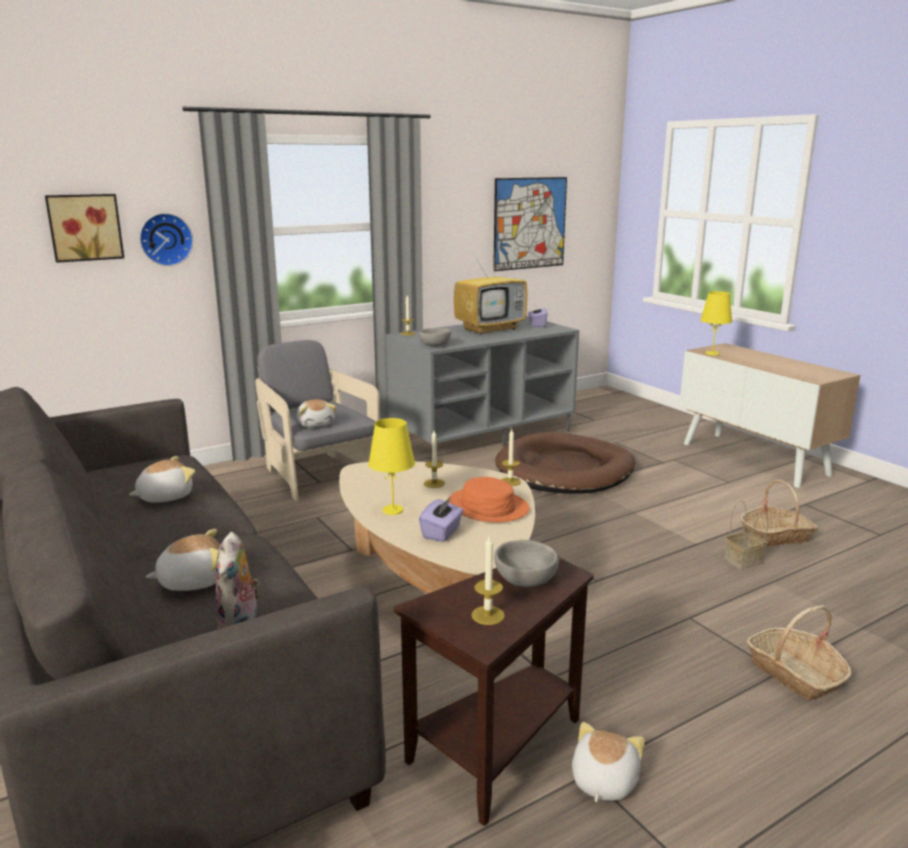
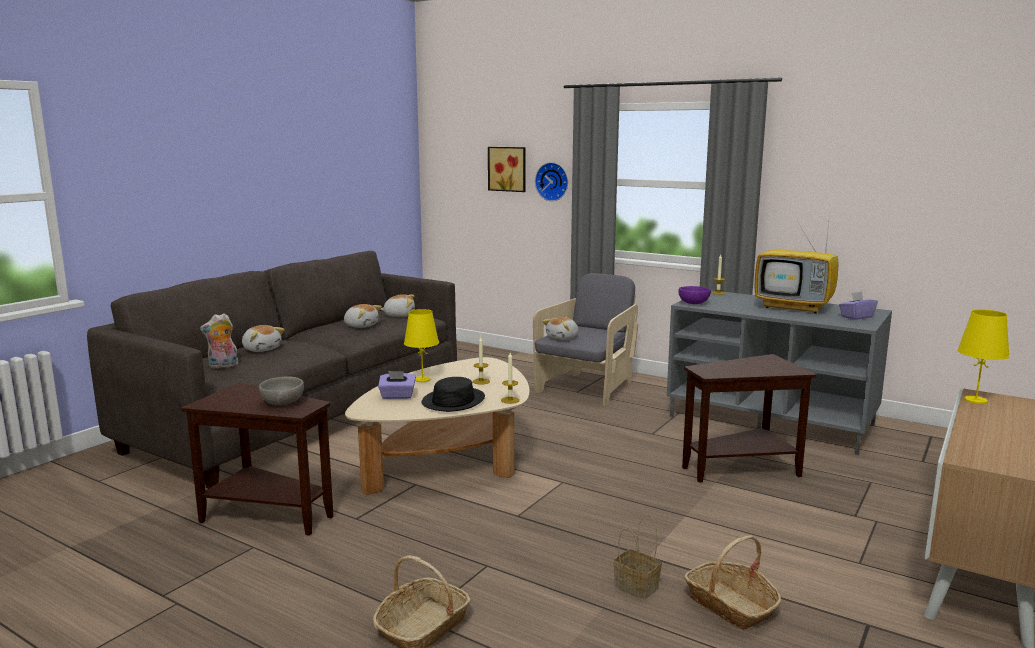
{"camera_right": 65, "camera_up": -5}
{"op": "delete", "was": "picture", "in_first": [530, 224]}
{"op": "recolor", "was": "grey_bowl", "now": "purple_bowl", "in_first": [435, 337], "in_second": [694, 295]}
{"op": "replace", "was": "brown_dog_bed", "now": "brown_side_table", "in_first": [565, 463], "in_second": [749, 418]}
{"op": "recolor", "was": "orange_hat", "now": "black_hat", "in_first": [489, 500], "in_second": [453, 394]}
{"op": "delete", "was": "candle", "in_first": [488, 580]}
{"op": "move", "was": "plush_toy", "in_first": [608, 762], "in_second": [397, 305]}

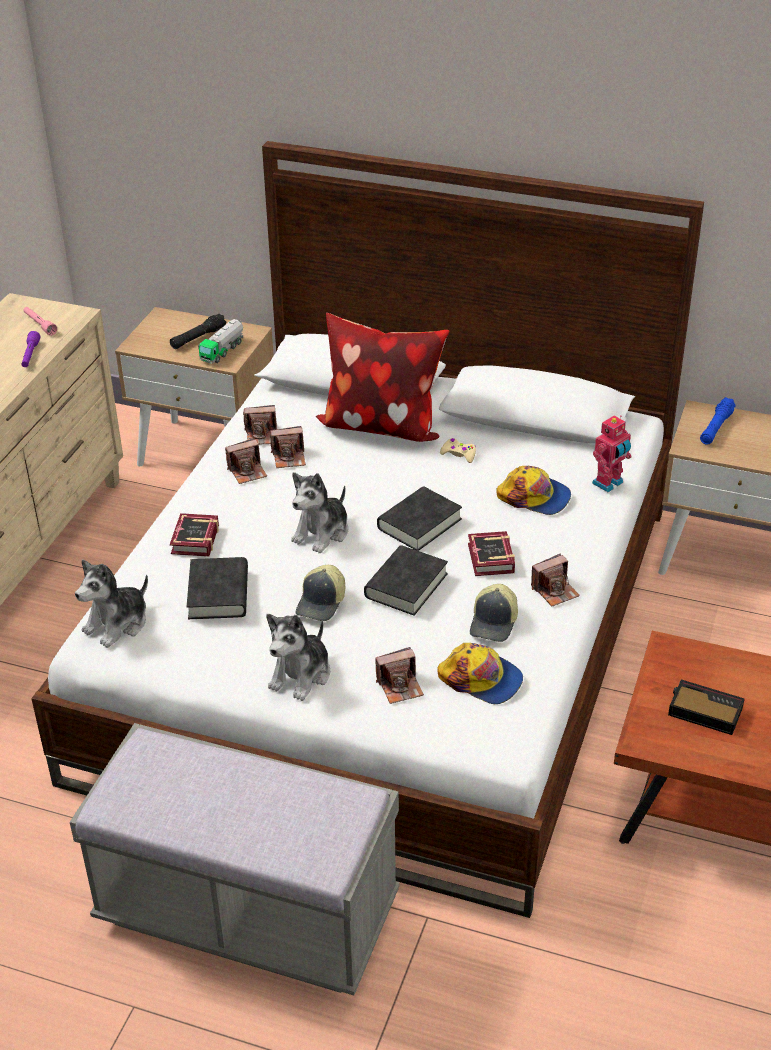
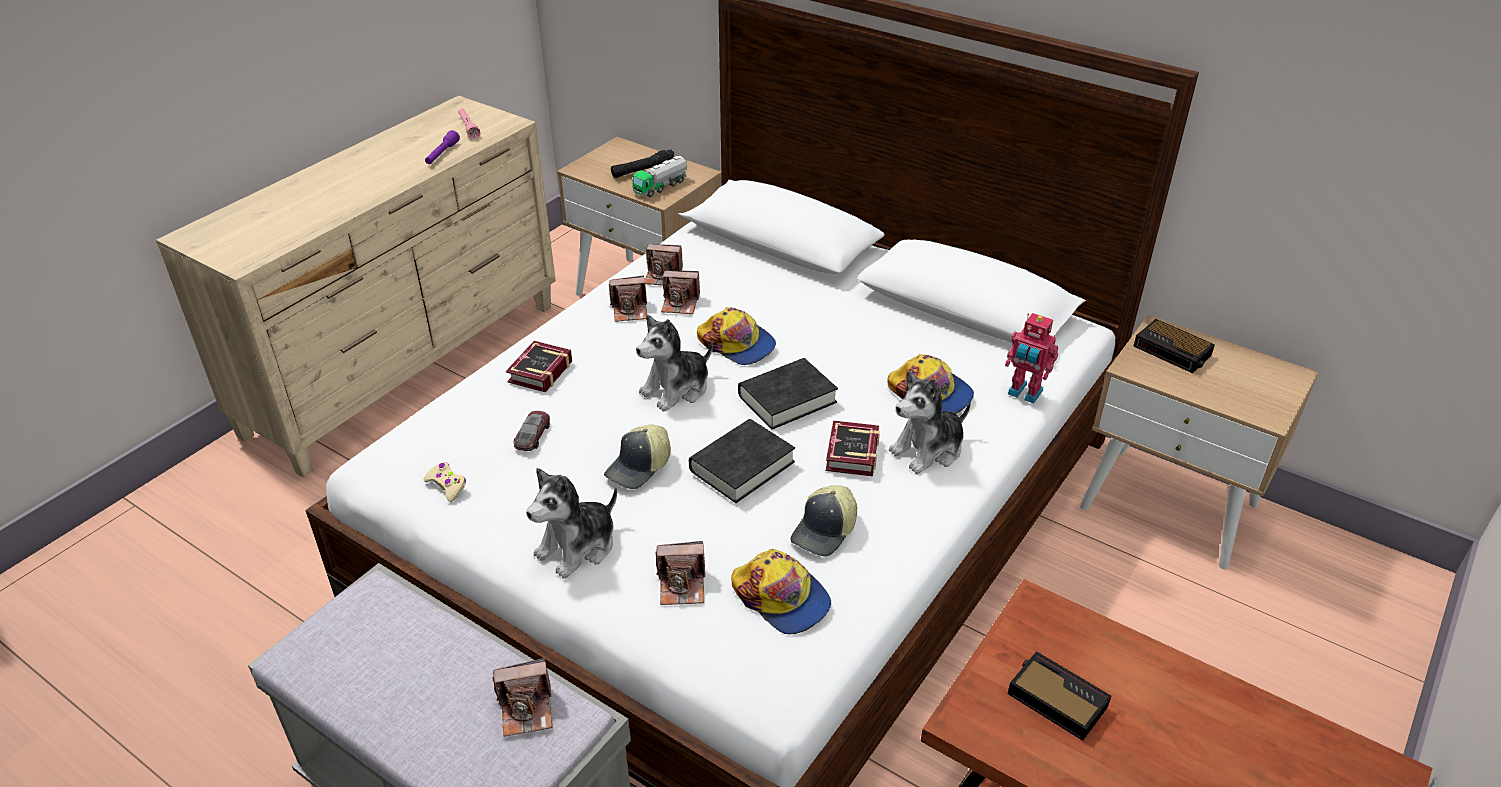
{"camera_right": 15, "camera_up": 0}
{"op": "delete", "was": "pillow", "in_first": [382, 377]}
{"op": "replace", "was": "blue_flashlight", "now": "alarm_clock", "in_first": [718, 421], "in_second": [1174, 346]}
{"op": "rotate", "was": "toy_robot", "in_first": [612, 453], "in_second": [1031, 358], "clockwise": 60}
{"op": "move", "was": "beige_game_controller", "in_first": [458, 450], "in_second": [444, 482]}
{"op": "move", "was": "photo_camera", "in_first": [555, 579], "in_second": [522, 697]}
{"op": "replace", "was": "black_book", "now": "toy_car", "in_first": [217, 588], "in_second": [532, 431]}
{"op": "move", "was": "plush_toy", "in_first": [111, 604], "in_second": [930, 422]}
{"op": "insert", "now": "cap", "in_second": [736, 336]}

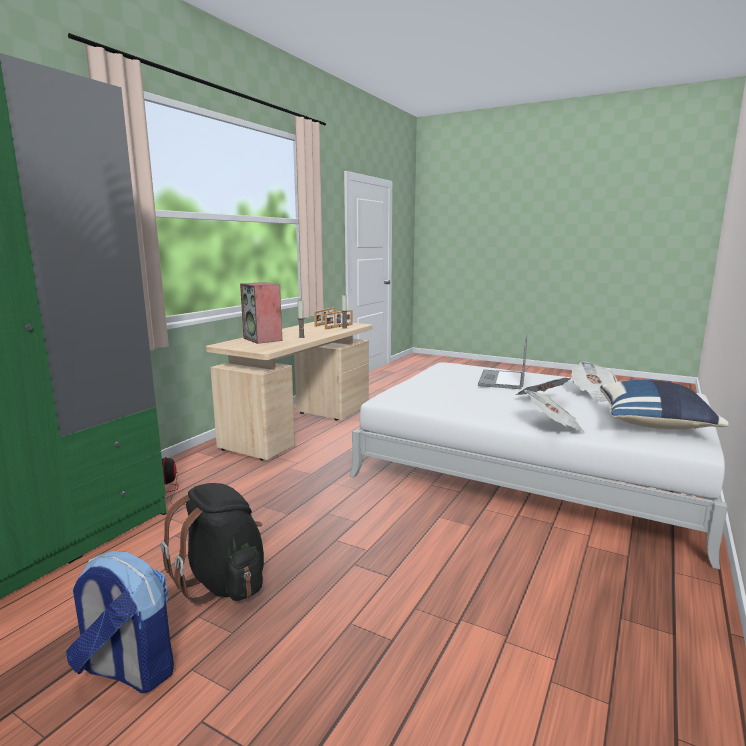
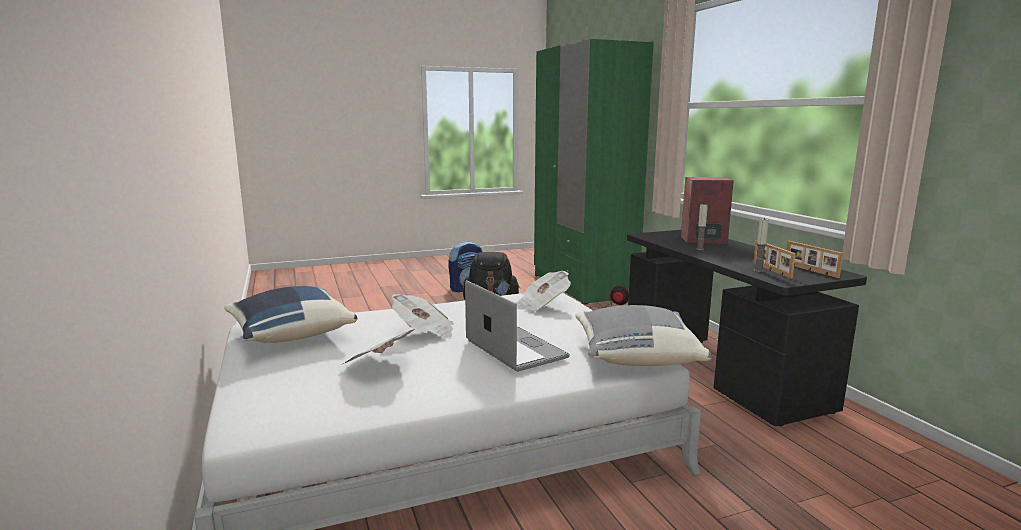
{"camera_right": 130, "camera_up": 0}
{"op": "recolor", "was": "beige_desk", "now": "black_desk", "in_first": [289, 391], "in_second": [747, 328]}
{"op": "move", "was": "newspaper", "in_first": [555, 411], "in_second": [543, 291]}
{"op": "insert", "now": "grey_pillow", "in_second": [643, 335]}

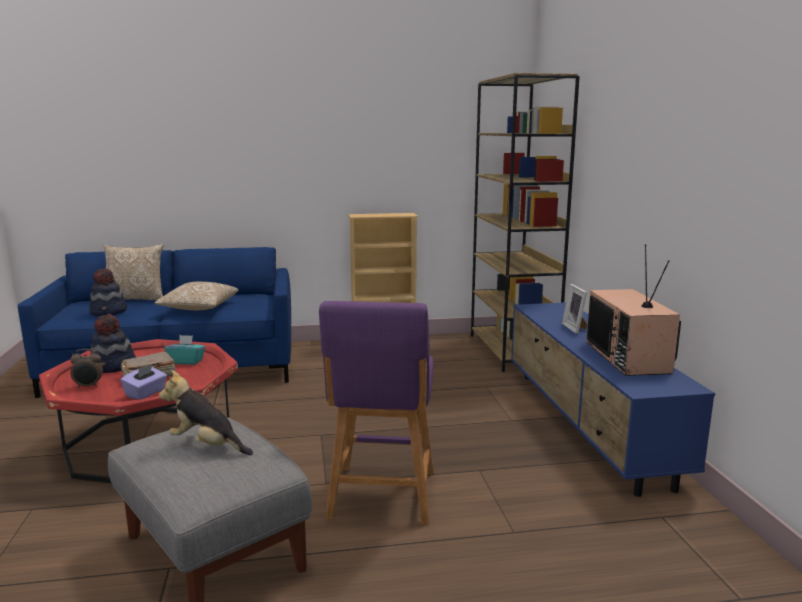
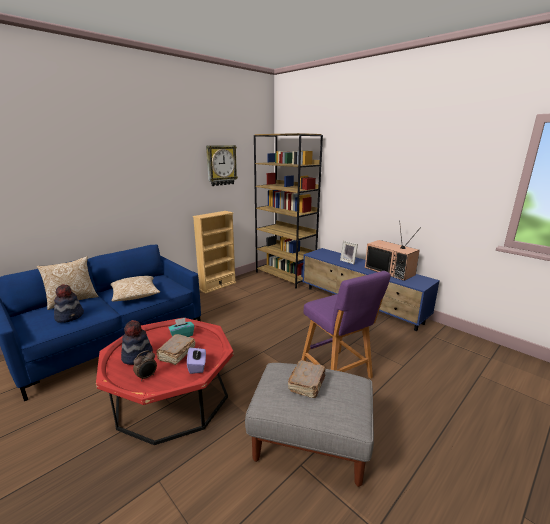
{"camera_right": -35, "camera_up": 5}
{"op": "replace", "was": "plush_toy", "now": "brown_book", "in_first": [206, 412], "in_second": [306, 379]}
{"op": "insert", "now": "wall_clock", "in_second": [222, 165]}

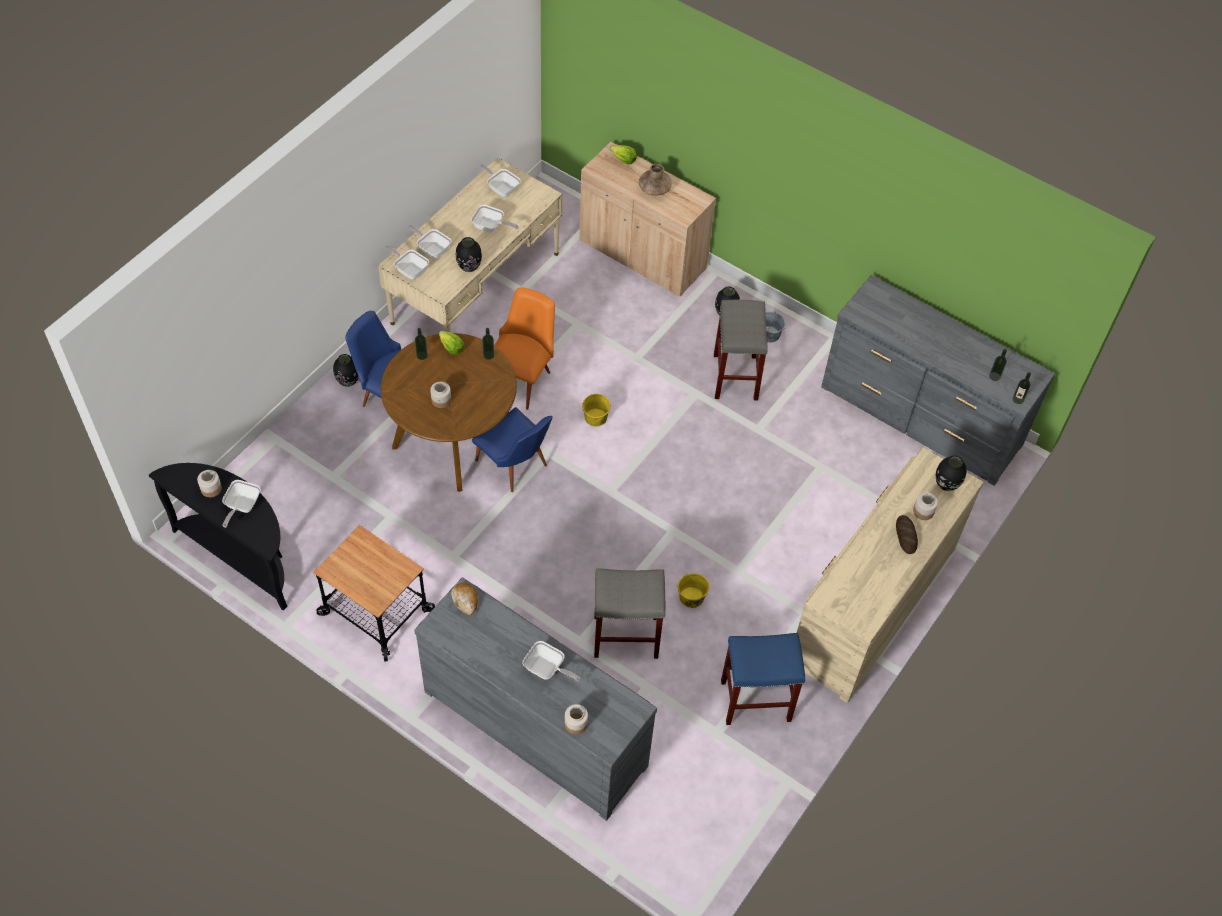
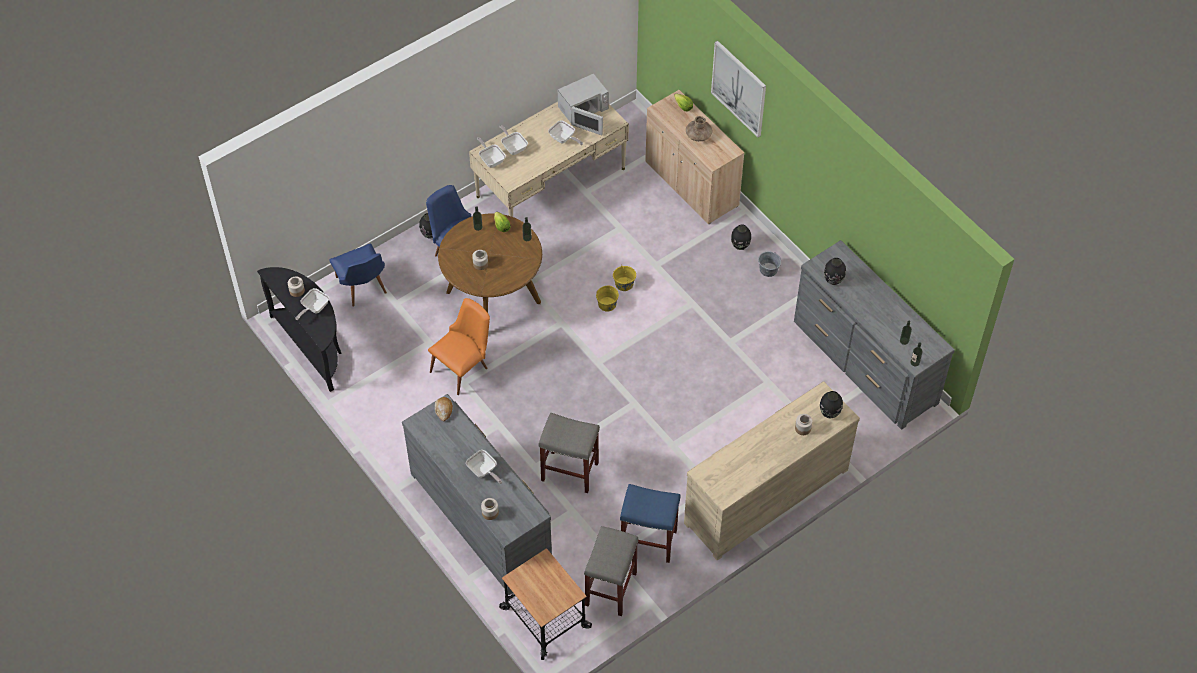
{"camera_right": 20, "camera_up": 0}
{"op": "replace", "was": "frying_pan", "now": "white_microwave", "in_first": [500, 180], "in_second": [583, 104]}
{"op": "move", "was": "black_vase", "in_first": [469, 254], "in_second": [835, 271]}
{"op": "move", "was": "orange_chair", "in_first": [524, 348], "in_second": [459, 346]}
{"op": "move", "was": "grey_stool", "in_first": [741, 350], "in_second": [611, 571]}
{"op": "move", "was": "blue_chair", "in_first": [512, 449], "in_second": [358, 275]}
{"op": "delete", "was": "bread", "in_first": [907, 534]}
{"op": "move", "was": "cart", "in_first": [374, 593], "in_second": [545, 604]}
{"op": "move", "was": "yellow_bucket", "in_first": [693, 590], "in_second": [624, 278]}
{"op": "insert", "now": "picture", "in_second": [738, 89]}

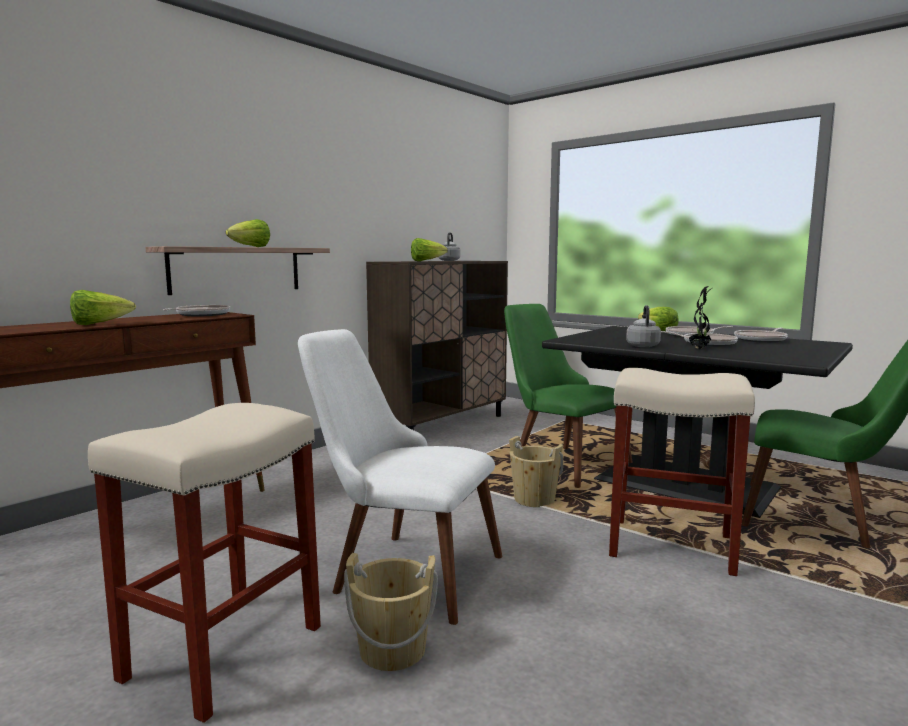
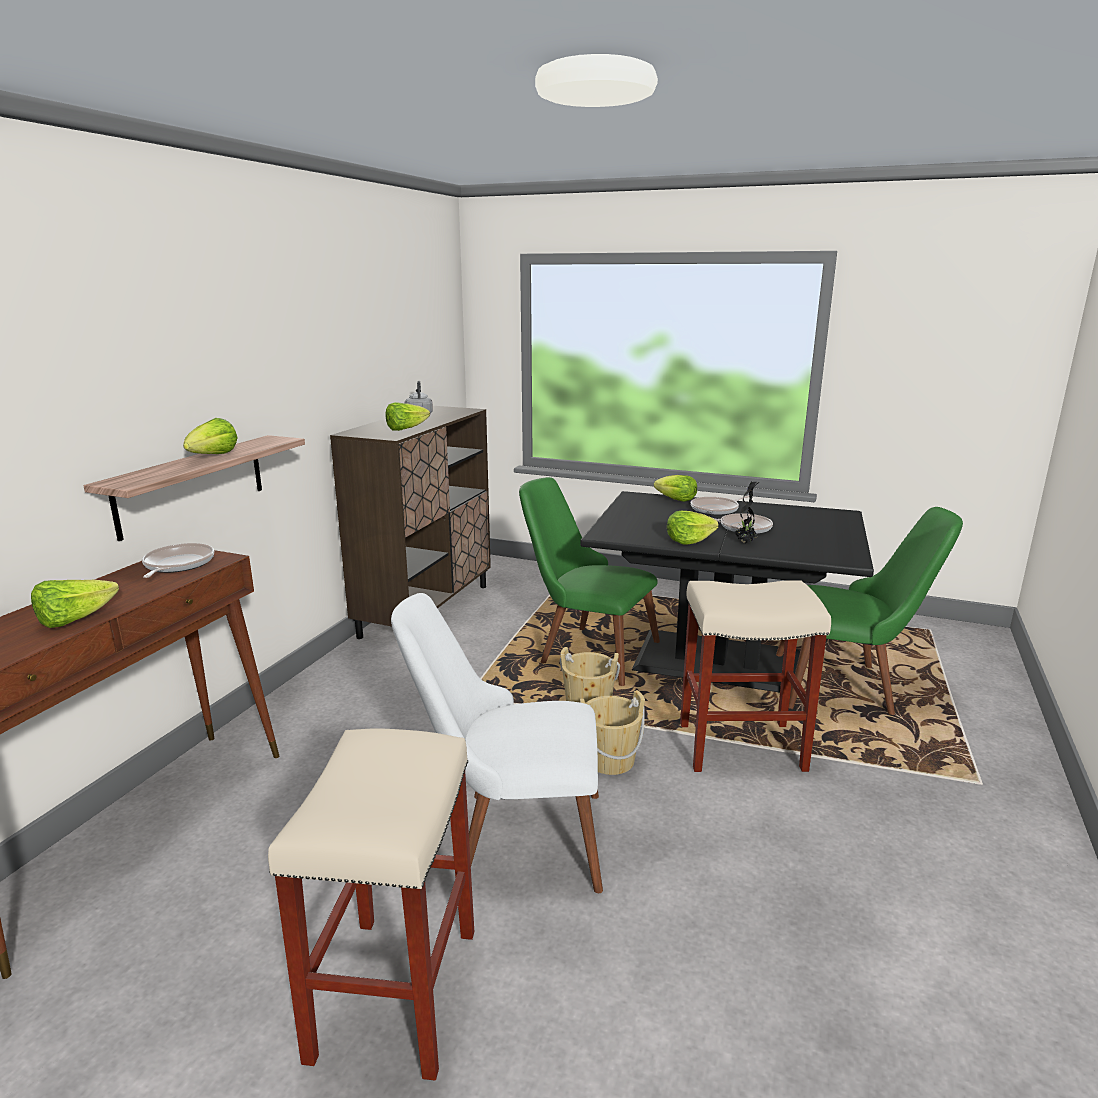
{"camera_right": -20, "camera_up": 10}
{"op": "replace", "was": "grey_kettle", "now": "lettuce", "in_first": [643, 326], "in_second": [693, 528]}
{"op": "delete", "was": "frying_pan", "in_first": [761, 335]}
{"op": "move", "was": "beige_bucket", "in_first": [391, 612], "in_second": [612, 732]}

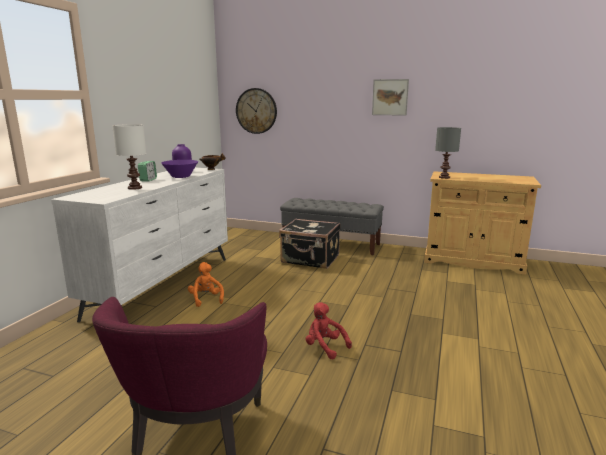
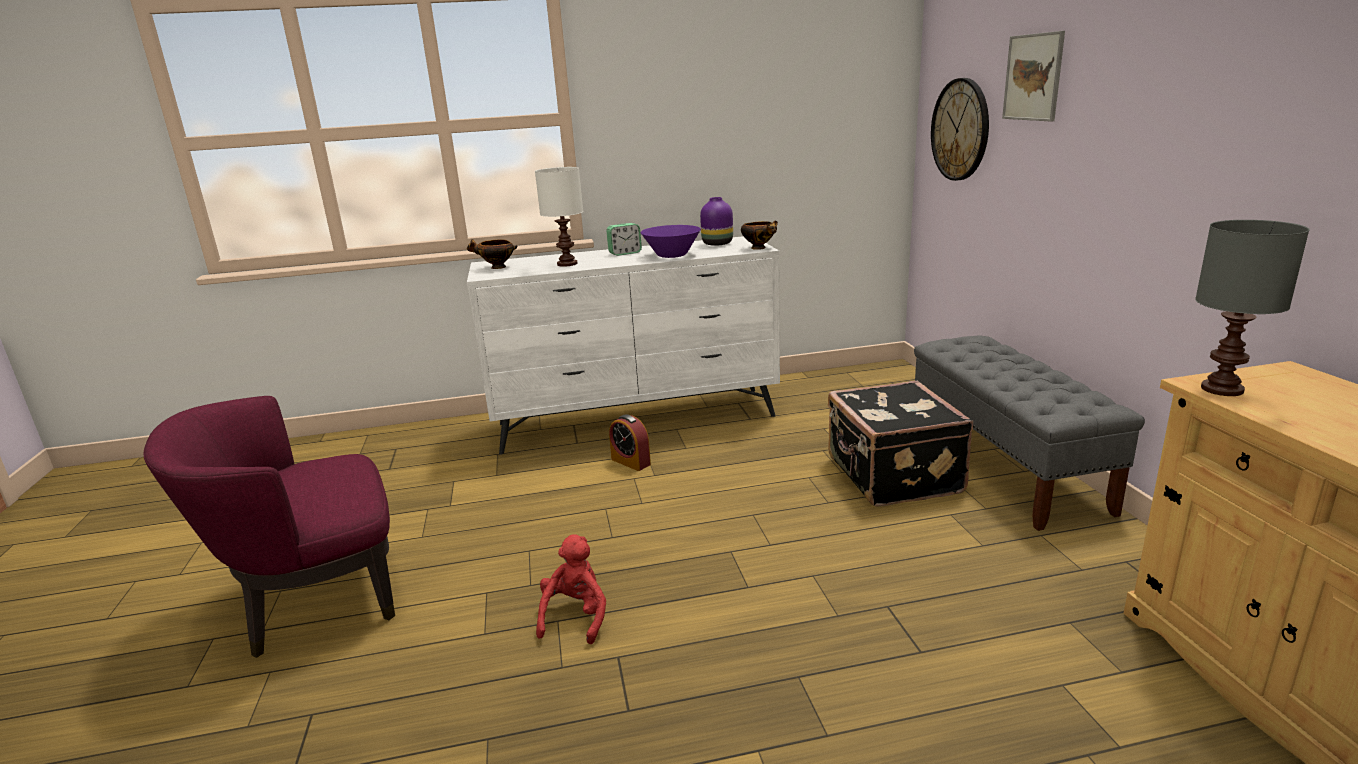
{"camera_right": 60, "camera_up": 5}
{"op": "move", "was": "picture", "in_first": [390, 97], "in_second": [1033, 76]}
{"op": "replace", "was": "orange_plush_toy", "now": "alarm_clock", "in_first": [206, 284], "in_second": [630, 442]}
{"op": "insert", "now": "bowl", "in_second": [492, 254]}

